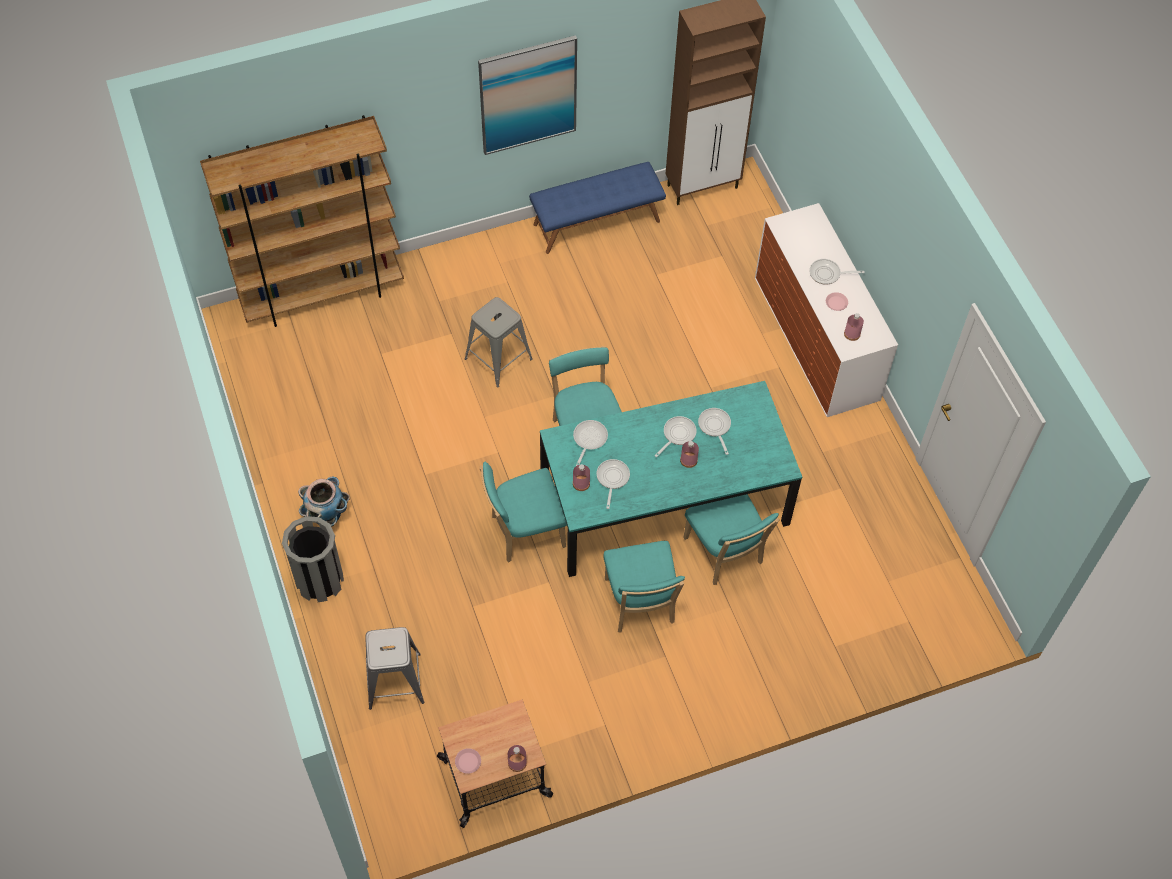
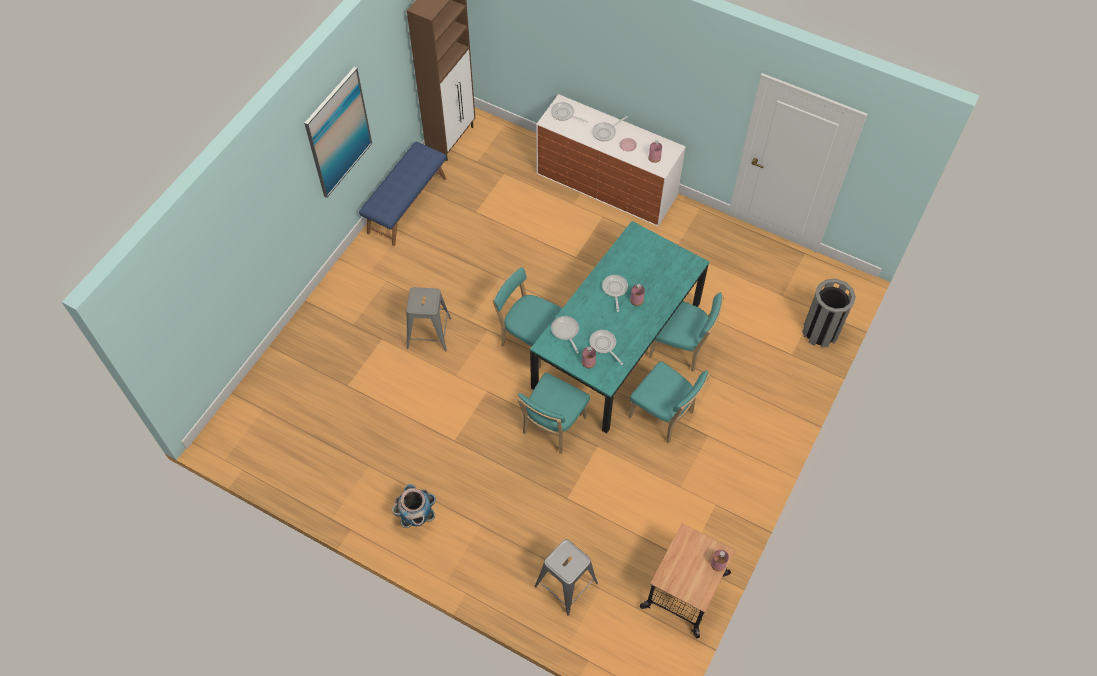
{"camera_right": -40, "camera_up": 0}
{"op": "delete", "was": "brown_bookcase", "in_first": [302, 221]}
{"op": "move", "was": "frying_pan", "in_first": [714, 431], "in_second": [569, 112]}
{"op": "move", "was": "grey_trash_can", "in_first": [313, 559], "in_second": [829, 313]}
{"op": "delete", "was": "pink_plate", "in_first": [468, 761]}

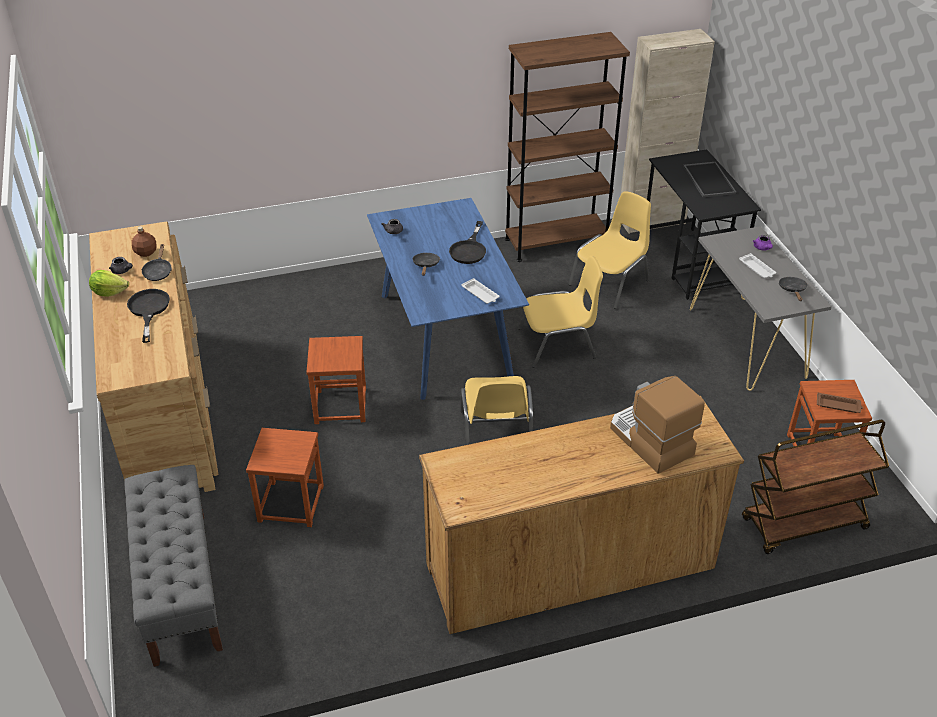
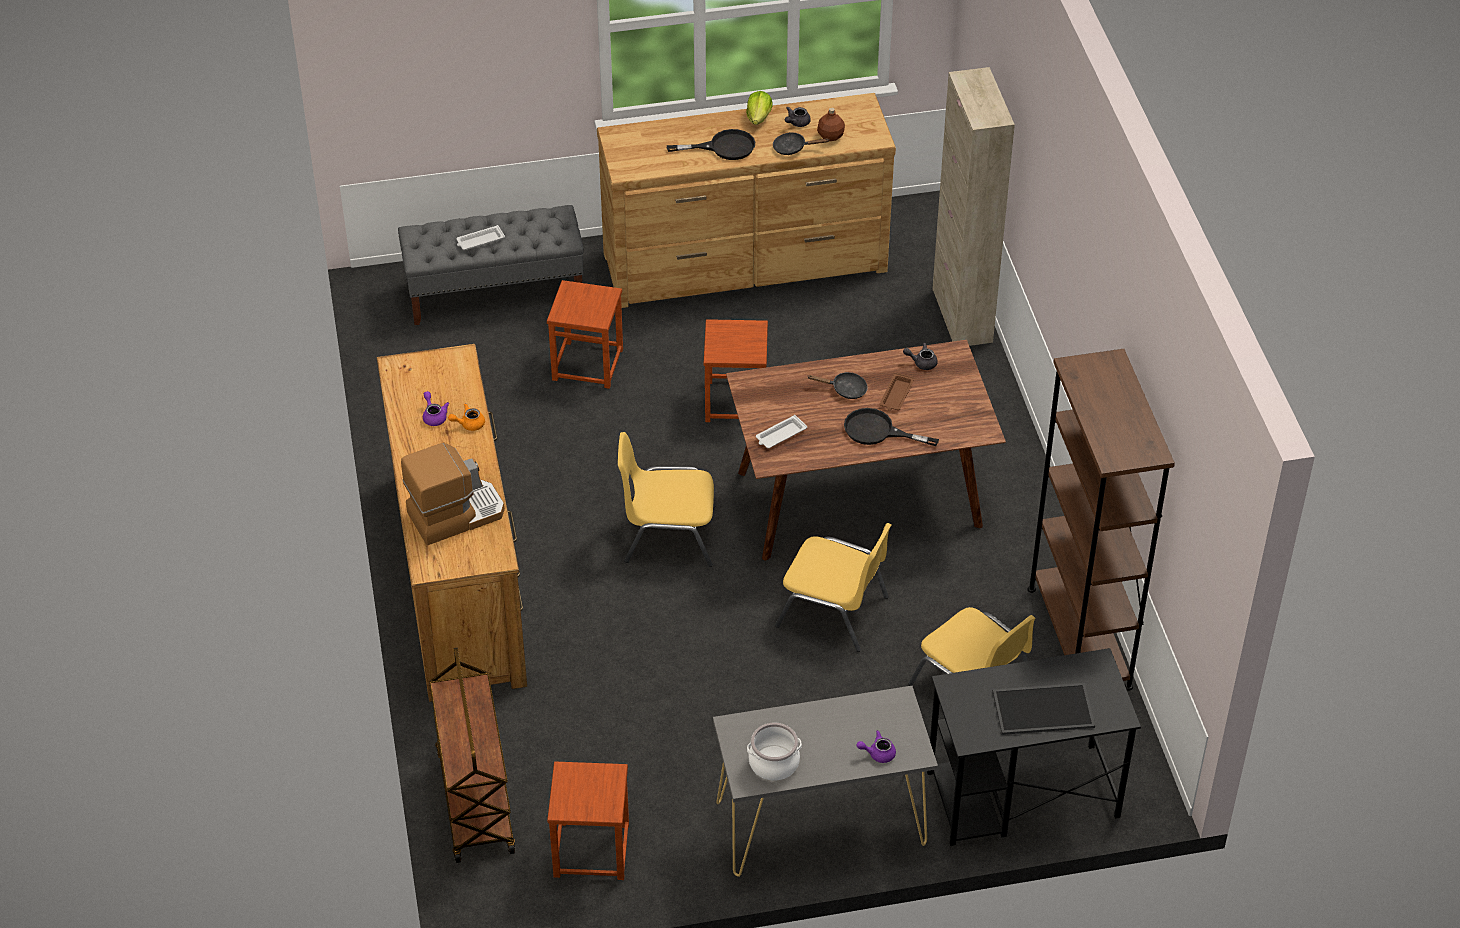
{"camera_right": 95, "camera_up": 5}
{"op": "move", "was": "beige_cabinet", "in_first": [668, 131], "in_second": [973, 206]}
{"op": "recolor", "was": "blue_dining_table", "now": "brown_dining_table", "in_first": [448, 299], "in_second": [866, 450]}
{"op": "move", "was": "white_tray", "in_first": [757, 265], "in_second": [480, 237]}
{"op": "rotate", "was": "yellow_chair", "in_first": [560, 312], "in_second": [833, 587], "clockwise": -60}
{"op": "replace", "was": "black_frying_pan", "now": "cooking_pot", "in_first": [793, 289], "in_second": [774, 751]}
{"op": "move", "was": "brown_tray", "in_first": [840, 402], "in_second": [897, 391]}
{"op": "insert", "now": "purple_teapot", "in_second": [436, 408]}
{"op": "insert", "now": "orange_teapot", "in_second": [466, 417]}

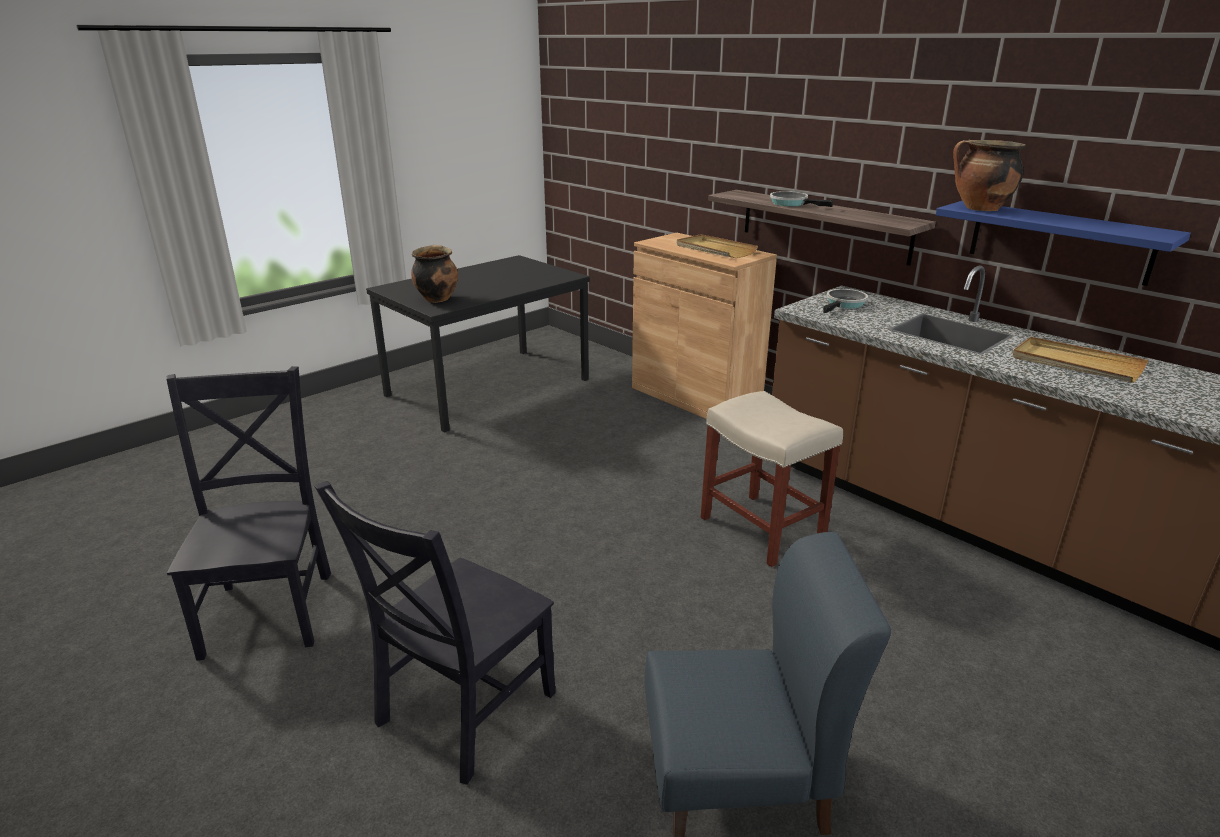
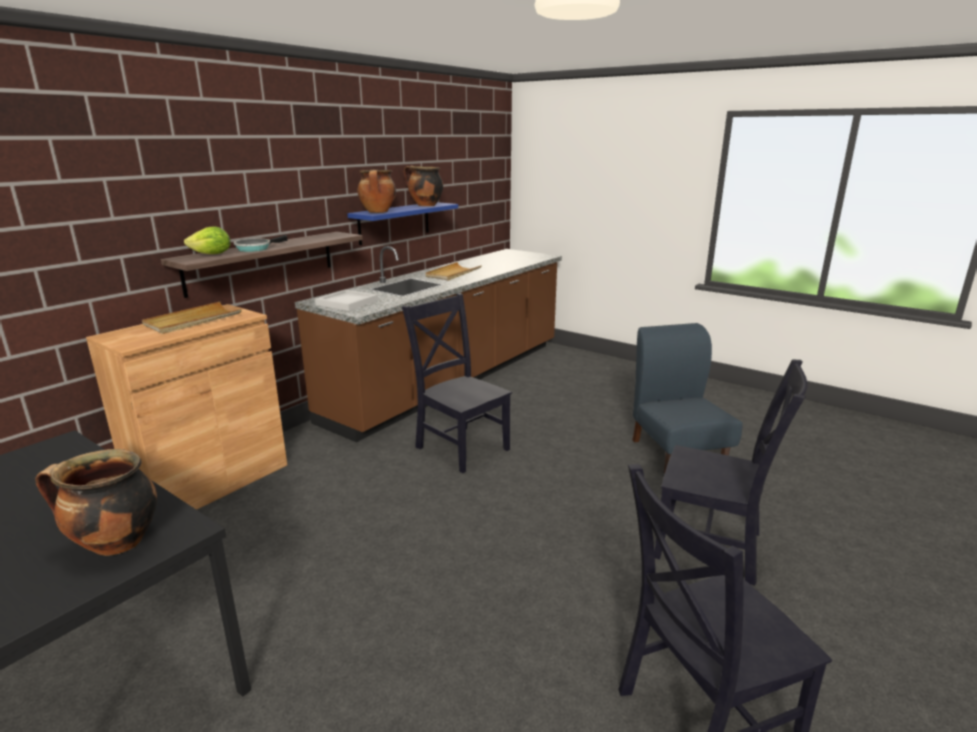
{"camera_right": -100, "camera_up": -5}
{"op": "replace", "was": "frying_pan", "now": "white_tray", "in_first": [845, 301], "in_second": [346, 300]}
{"op": "replace", "was": "beige_stool", "now": "black_chair", "in_first": [772, 479], "in_second": [457, 383]}
{"op": "insert", "now": "cooking_pot", "in_second": [423, 186]}
{"op": "insert", "now": "lettuce", "in_second": [207, 240]}

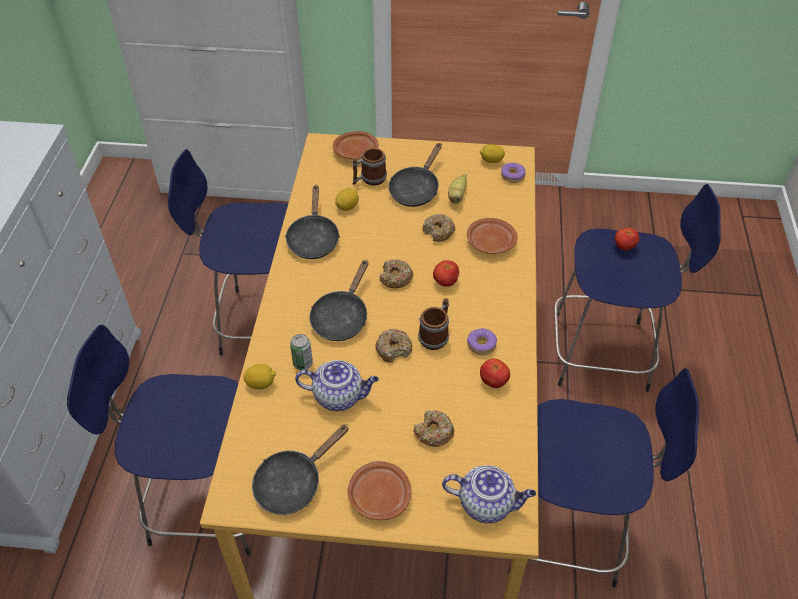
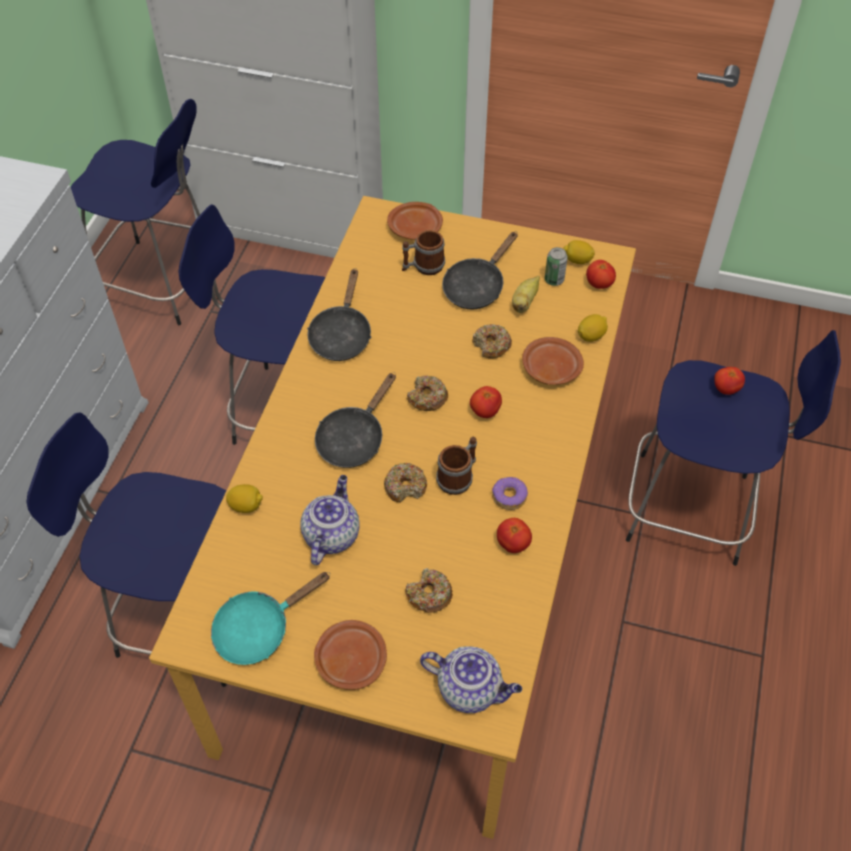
{"camera_right": 10, "camera_up": 5}
{"op": "replace", "was": "donut", "now": "tomato", "in_first": [513, 173], "in_second": [601, 274]}
{"op": "move", "was": "lemon", "in_first": [347, 199], "in_second": [593, 328]}
{"op": "move", "was": "can", "in_first": [301, 352], "in_second": [556, 266]}
{"op": "rotate", "was": "teapot", "in_first": [337, 385], "in_second": [330, 520], "clockwise": -90}
{"op": "move", "was": "blue_stool", "in_first": [603, 478], "in_second": [135, 212]}
{"op": "recolor", "was": "black_frying_pan", "now": "turquoise_frying_pan", "in_first": [300, 469], "in_second": [270, 618]}

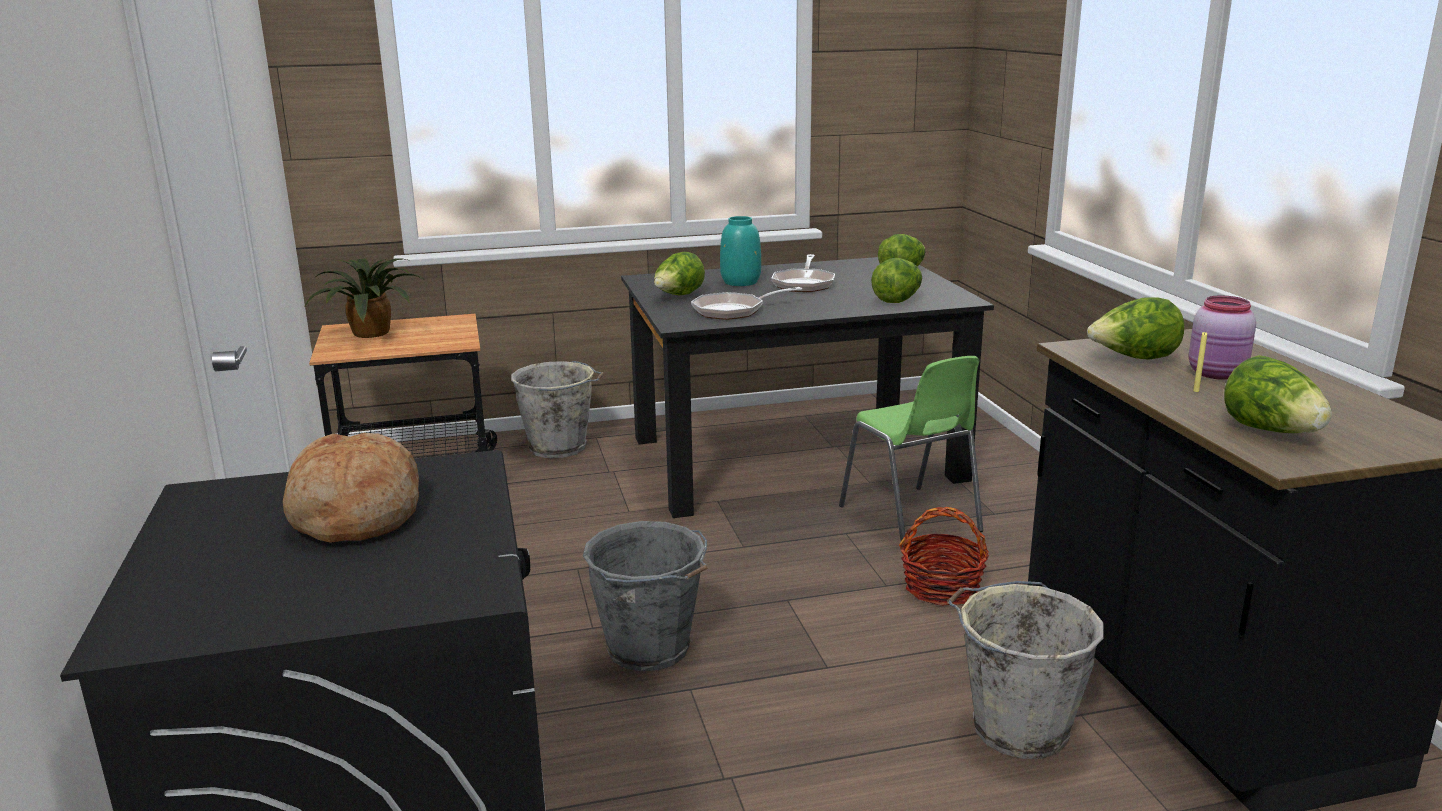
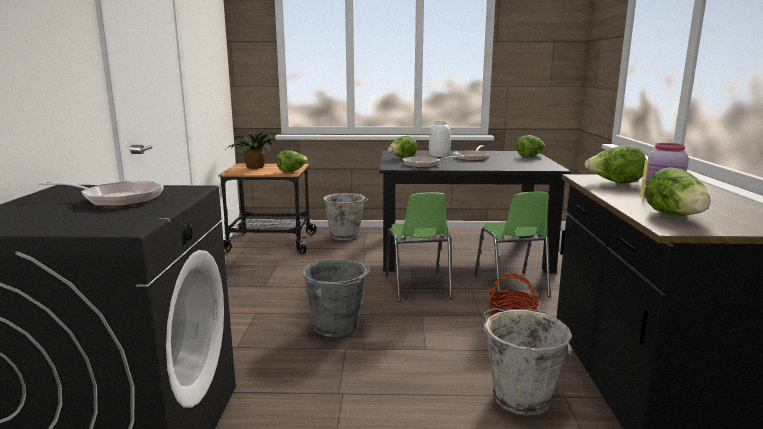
{"camera_right": 15, "camera_up": -5}
{"op": "recolor", "was": "turquoise_vase", "now": "white_vase", "in_first": [740, 251], "in_second": [440, 139]}
{"op": "move", "was": "lettuce", "in_first": [896, 280], "in_second": [292, 161]}
{"op": "replace", "was": "bread", "now": "frying_pan", "in_first": [351, 488], "in_second": [101, 194]}
{"op": "insert", "now": "green_chair", "in_second": [419, 247]}

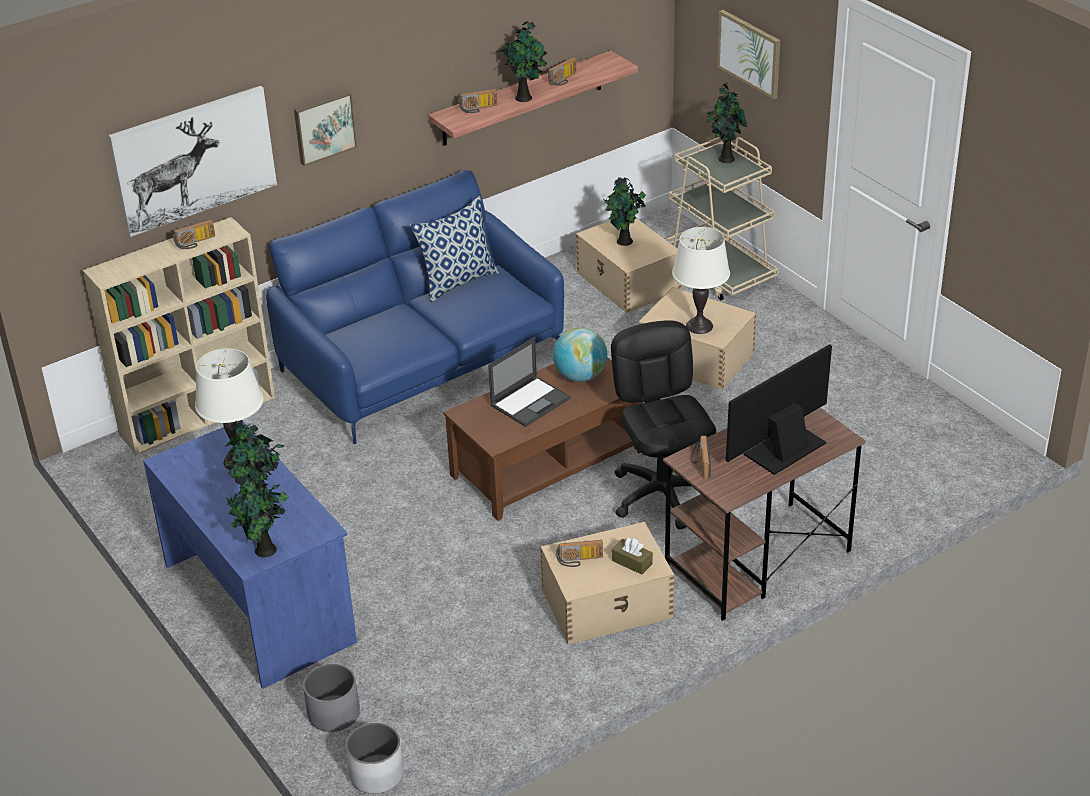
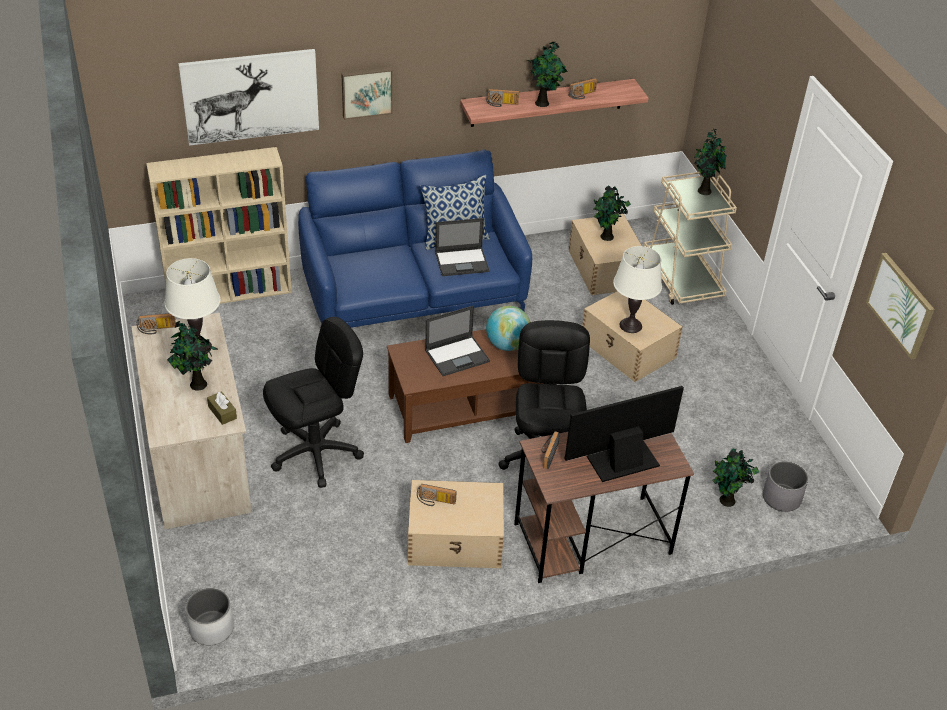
{"camera_right": 15, "camera_up": 5}
{"op": "move", "was": "picture", "in_first": [748, 54], "in_second": [900, 306]}
{"op": "move", "was": "radio", "in_first": [194, 234], "in_second": [156, 323]}
{"op": "recolor", "was": "blue_desk", "now": "beige_desk", "in_first": [250, 554], "in_second": [191, 421]}
{"op": "move", "was": "potted_plant", "in_first": [258, 515], "in_second": [735, 478]}
{"op": "move", "was": "brown_tissue_box", "in_first": [632, 556], "in_second": [222, 408]}
{"op": "move", "was": "grey_planter", "in_first": [331, 698], "in_second": [785, 486]}
{"op": "insert", "now": "laptop", "in_second": [462, 247]}
{"op": "insert", "now": "black_office_chair", "in_second": [313, 402]}

